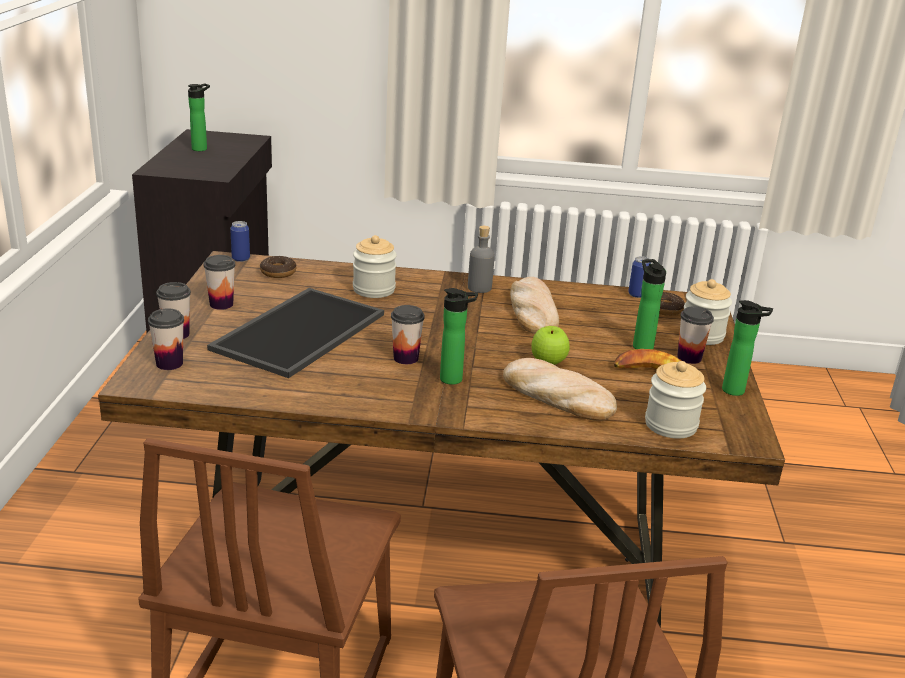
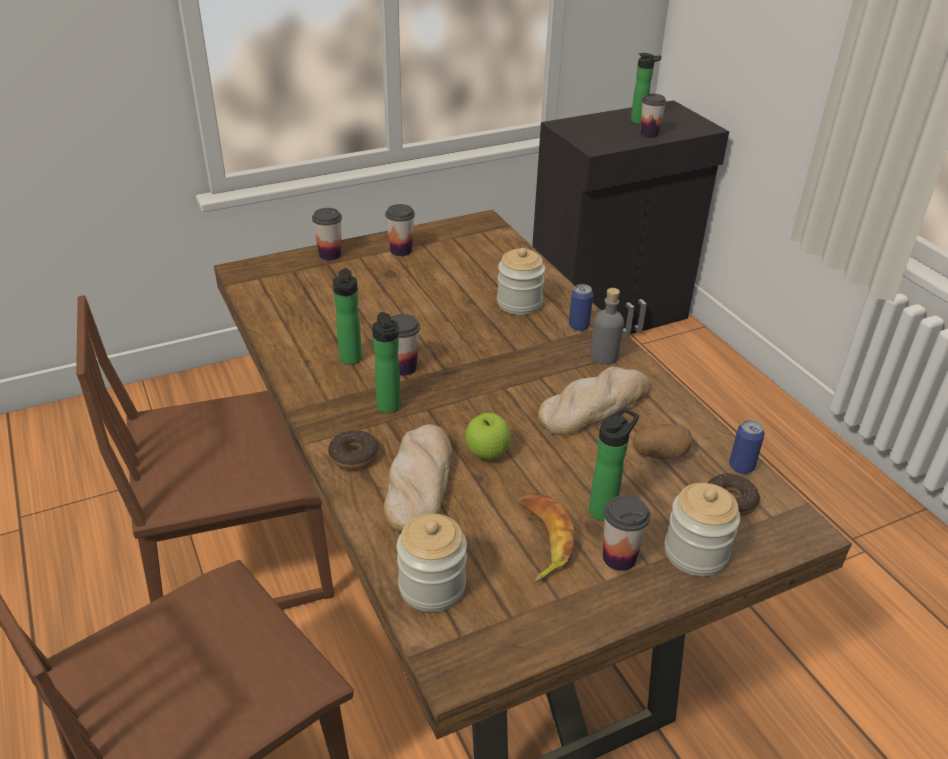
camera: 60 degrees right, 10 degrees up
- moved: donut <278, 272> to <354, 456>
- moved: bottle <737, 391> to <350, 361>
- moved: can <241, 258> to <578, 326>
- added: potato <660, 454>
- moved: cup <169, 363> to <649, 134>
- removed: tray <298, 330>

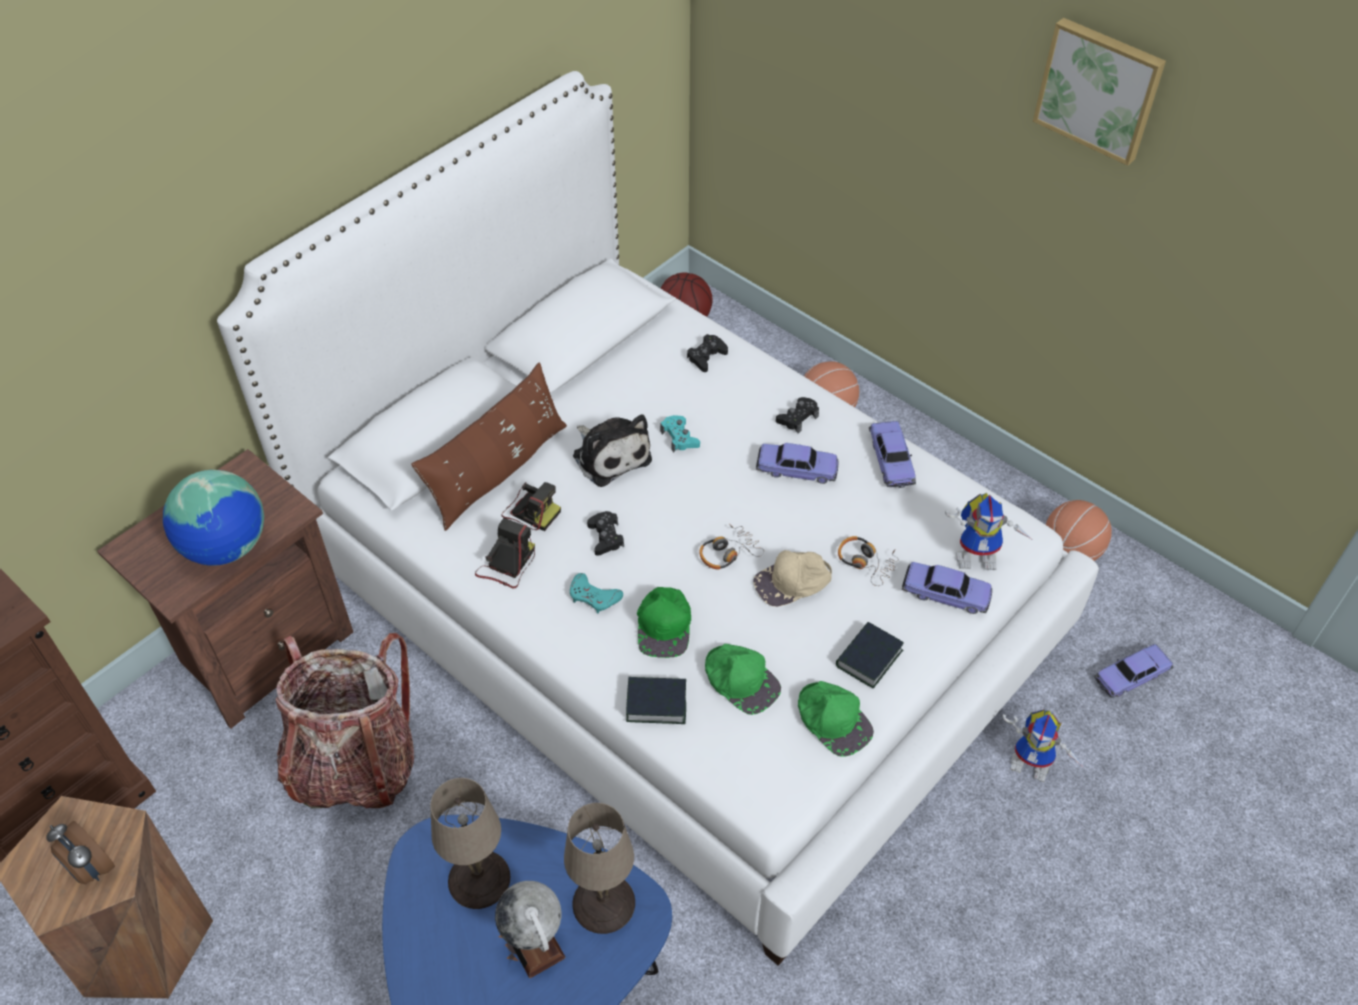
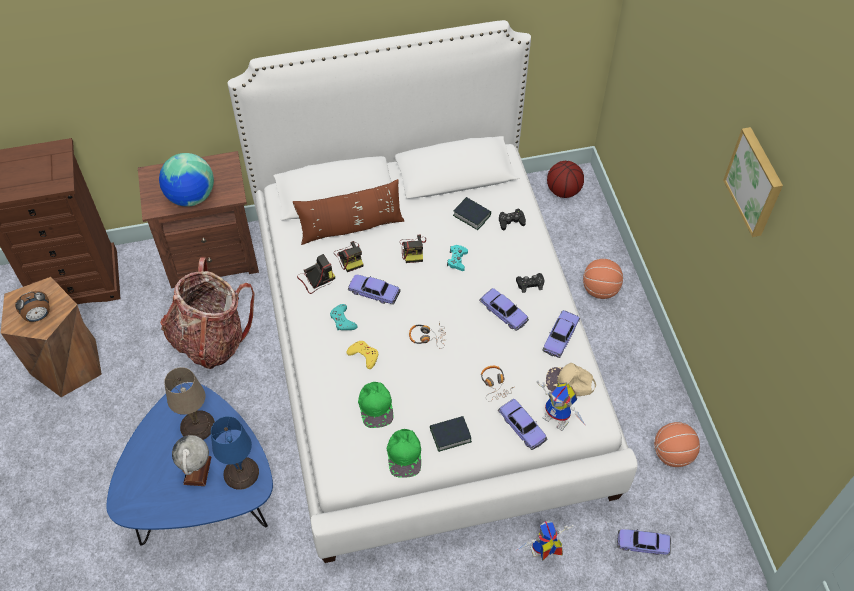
camera: 35 degrees right, 5 degrees up
- turned: alarm clock <90, 868> = <39, 316> 105 degrees counterclockwise
- recoloured: beige table lamp <603, 904> to blue table lamp <240, 473>
- replaced: green cap <665, 625> to yellow game controller <364, 355>
- replaced: black game controller <605, 537> to toy car <374, 293>
- replaced: plush toy <610, 455> to photo camera <413, 249>
- moved: book <656, 703> to <472, 215>
- turned: toy robot <1033, 764> = <542, 554> 105 degrees clockwise
- moved: beige cap <793, 582> to <570, 383>

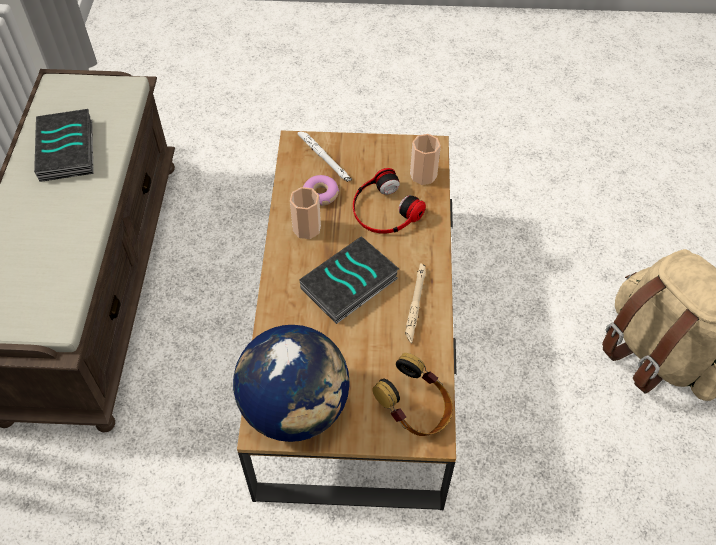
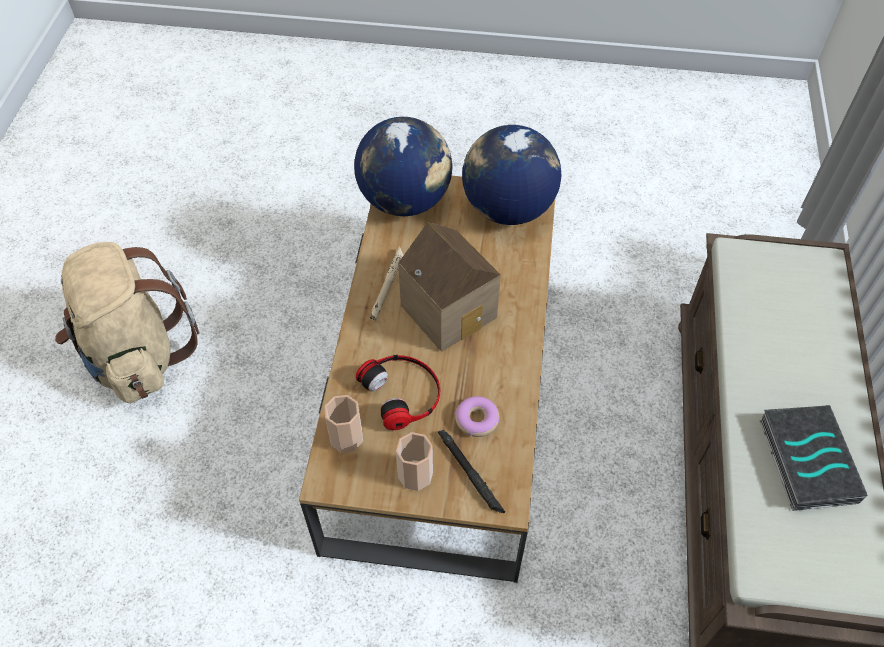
camera: 175 degrees left, 0 degrees up
- replaced: headphones <415, 411> to globe <405, 200>
- moved: cup <306, 228> to <415, 475>
- replaced: book <349, 285> to toy house <452, 308>
- recoloured: white flashlight <324, 158> to black flashlight <470, 473>

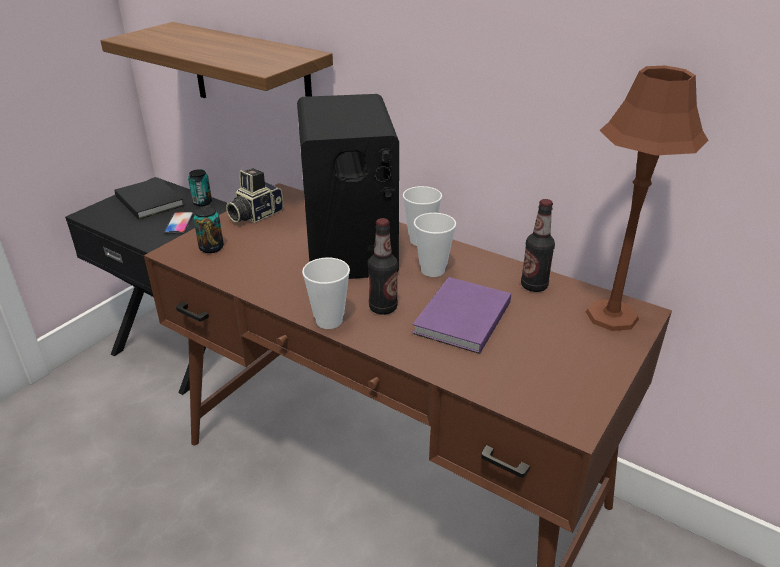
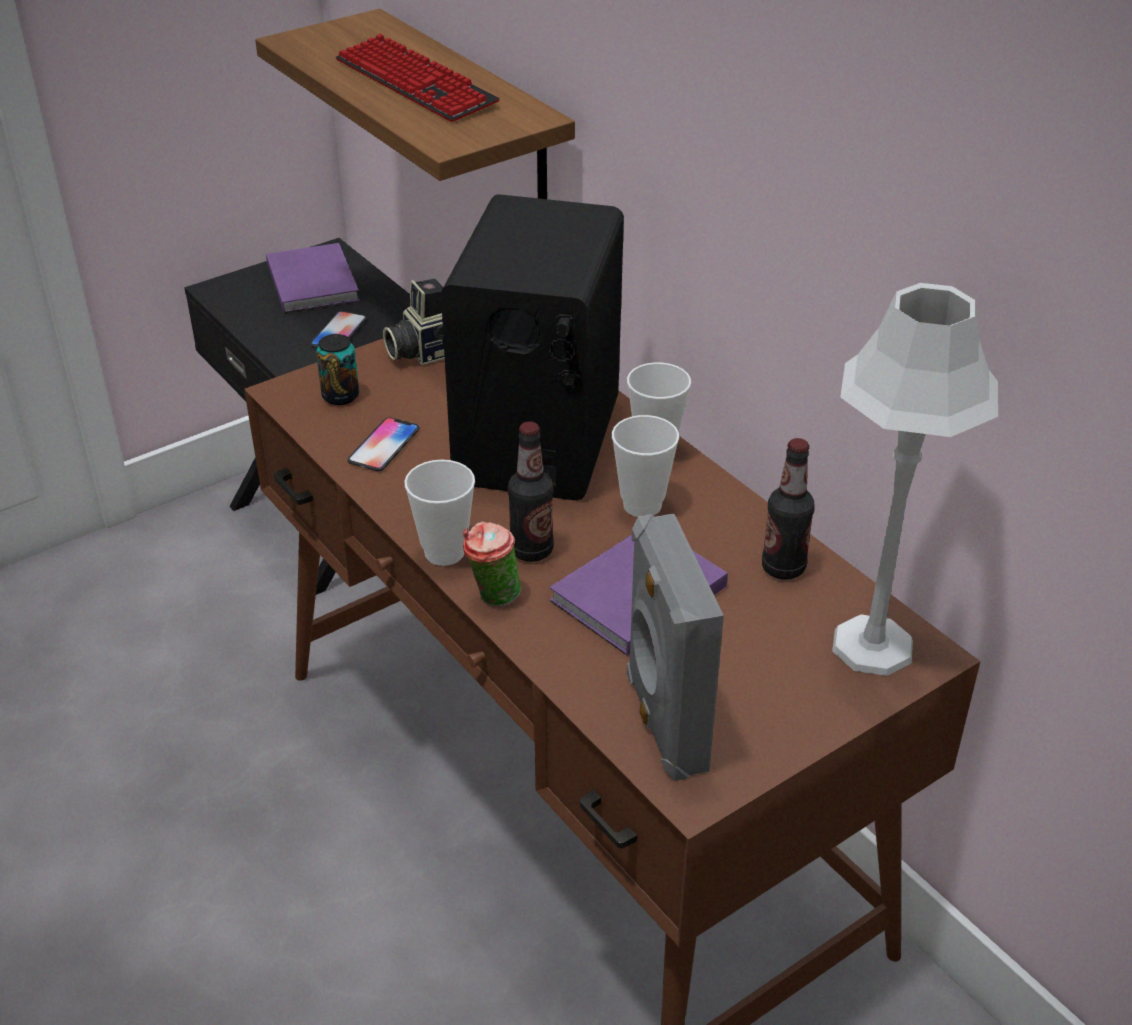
camera: 20 degrees right, 5 degrees up
- recoloured: black book <150, 200> to purple book <313, 281>
- added: keyboard <415, 83>
- added: phone <384, 446>
- added: cup <492, 598>
- added: grey speaker <663, 722>
- recoloured: brown table lamp <611, 315> to grey table lamp <872, 645>
- removed: can <202, 202>

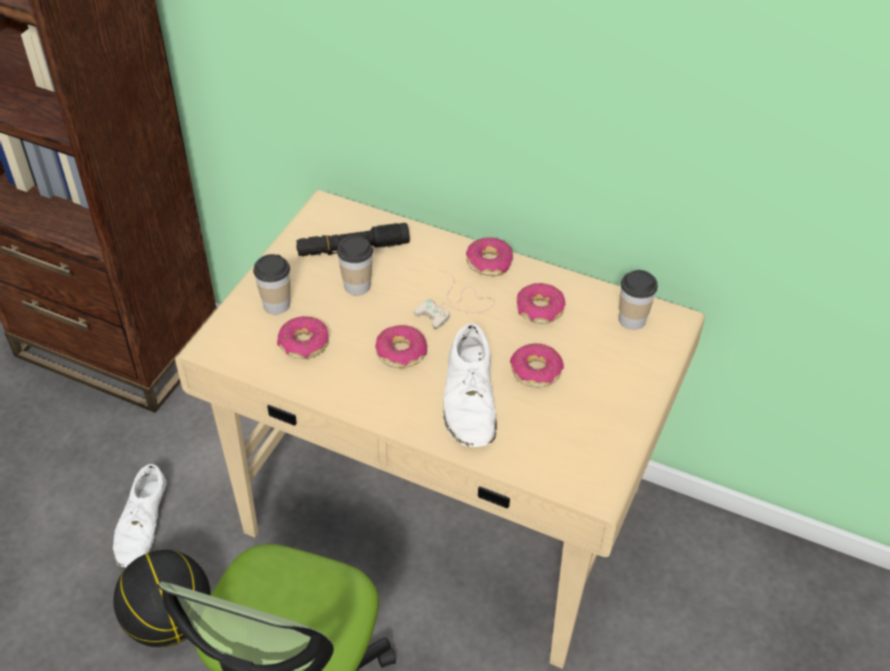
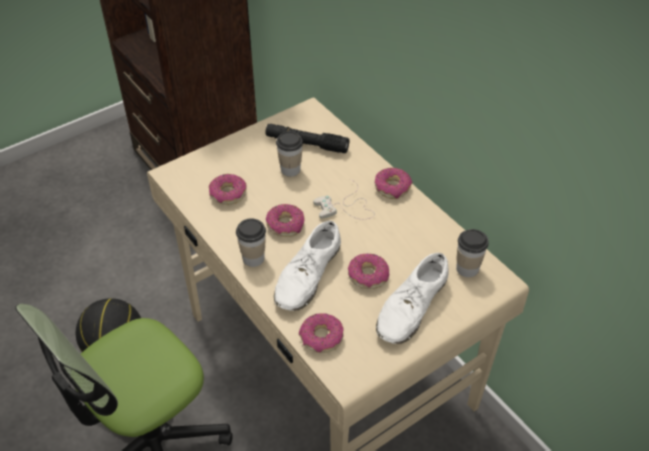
camera: 30 degrees right, 0 degrees up
- moved: cup <276, 304> to <253, 258>
- moved: donut <539, 310> to <321, 337>
- moved: white shoe <142, 524> to <411, 307>

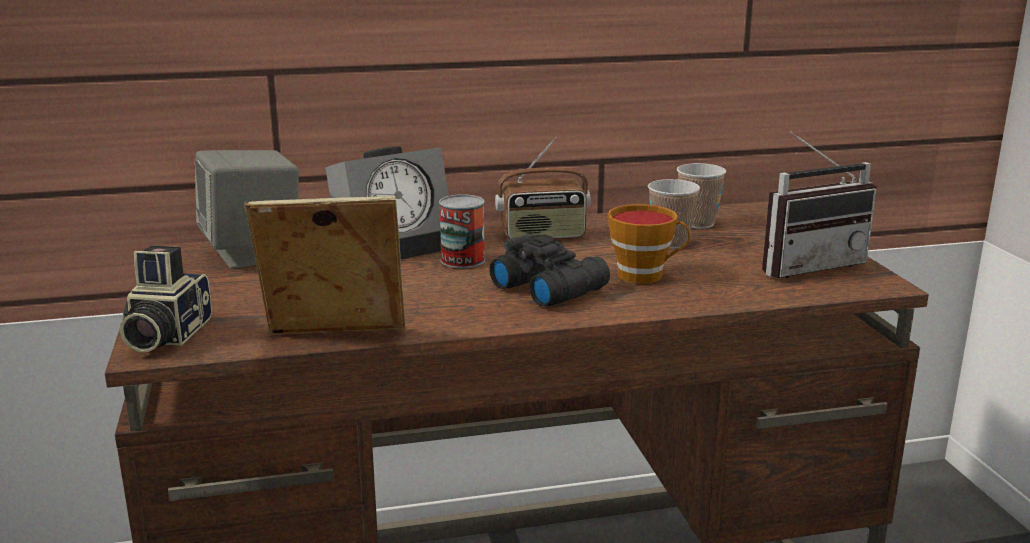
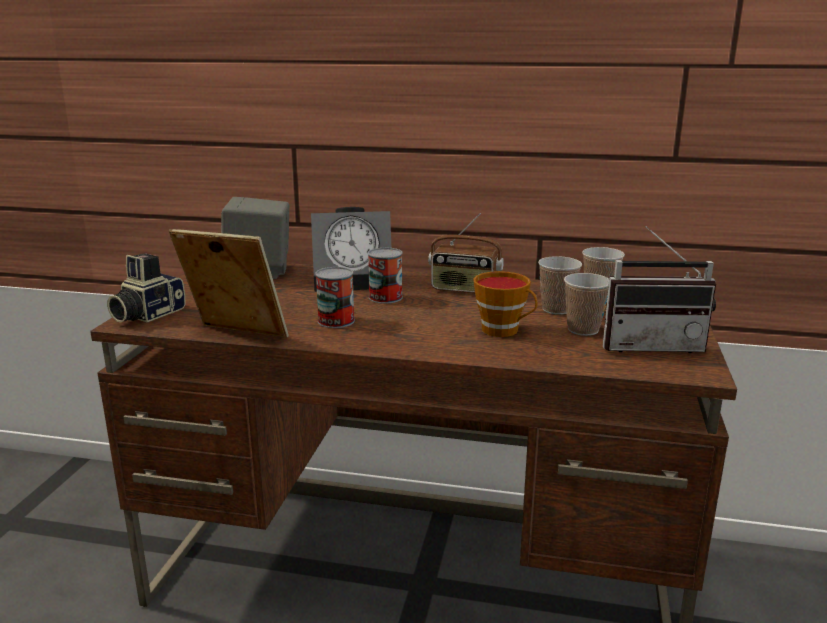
camera: 25 degrees right, 0 degrees up
- added: can <336, 321>
- added: cup <583, 330>
- removed: black binoculars <549, 287>

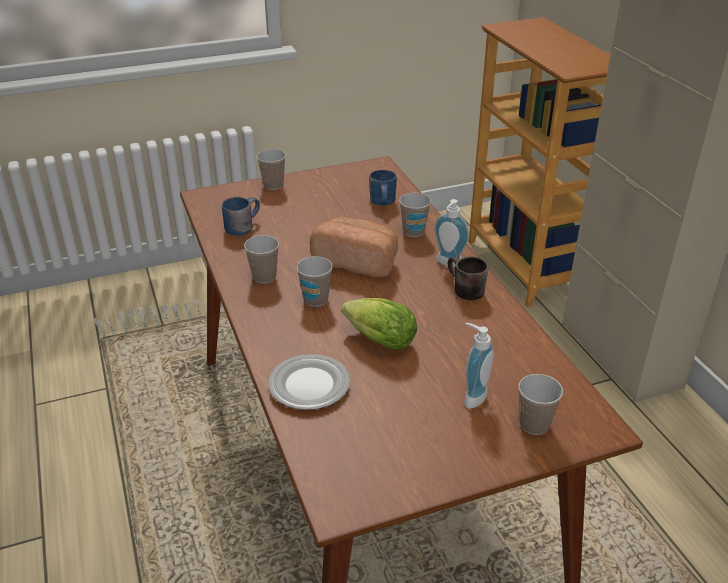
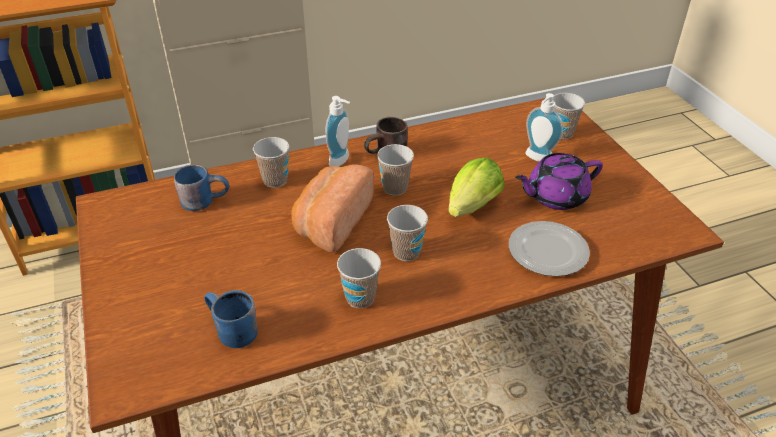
camera: 90 degrees left, 5 degrees up
- moved: cup <273, 185> to <395, 188>
- added: purple teapot <555, 196>

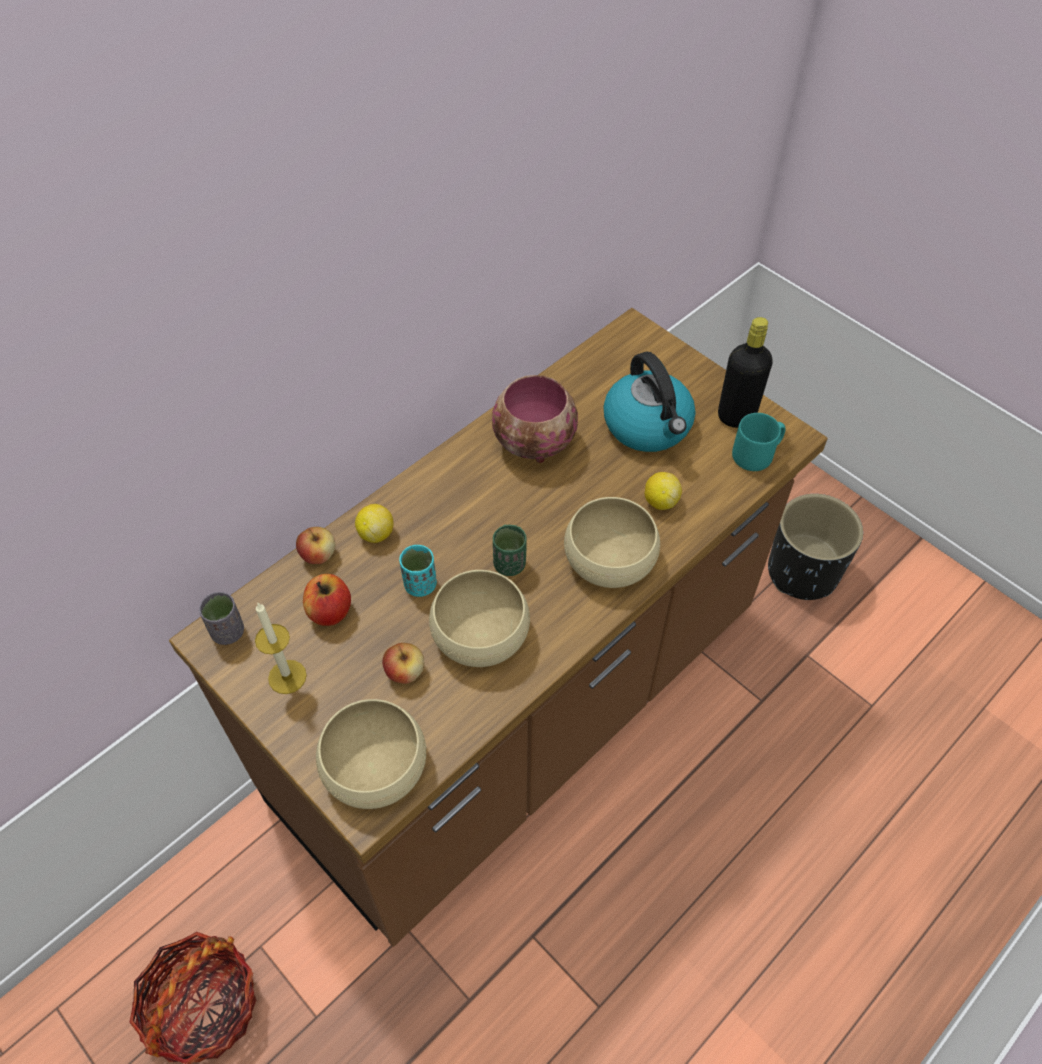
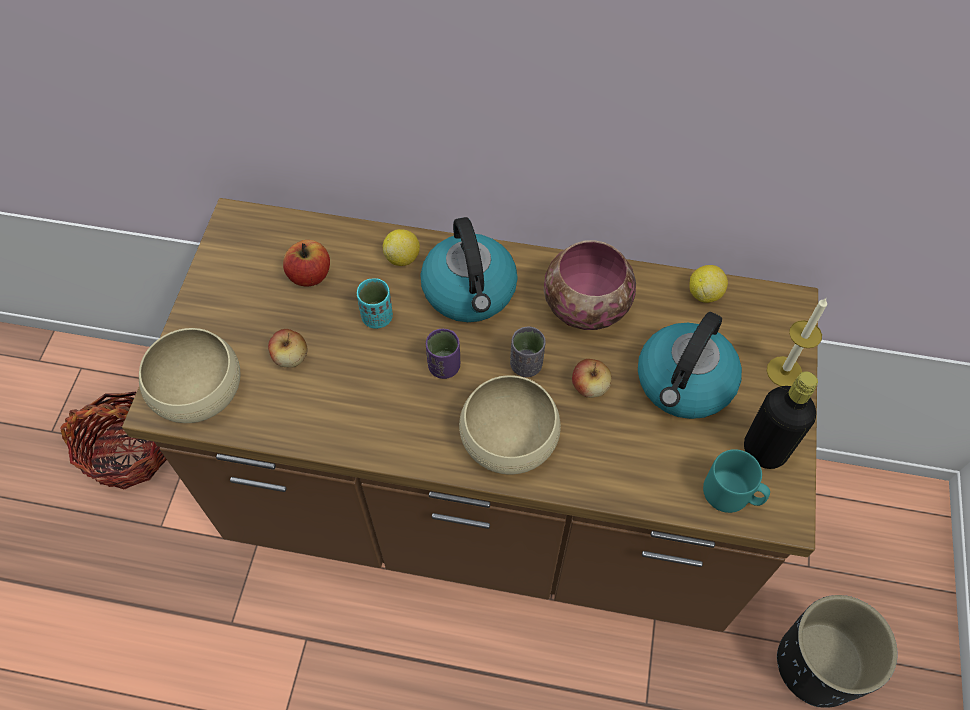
camera: 55 degrees right, 5 degrees up
- added: kettle <470, 291>
- recoloured: green cup <509, 564> to purple cup <444, 366>
- moved: grey cup <228, 632> to <526, 365>
- moved: apple <318, 555> to <589, 387>
- moved: lemon <660, 501> to <704, 293>
- moved: candle <287, 677> to <784, 372>
- removed: beige bowl <480, 633>

